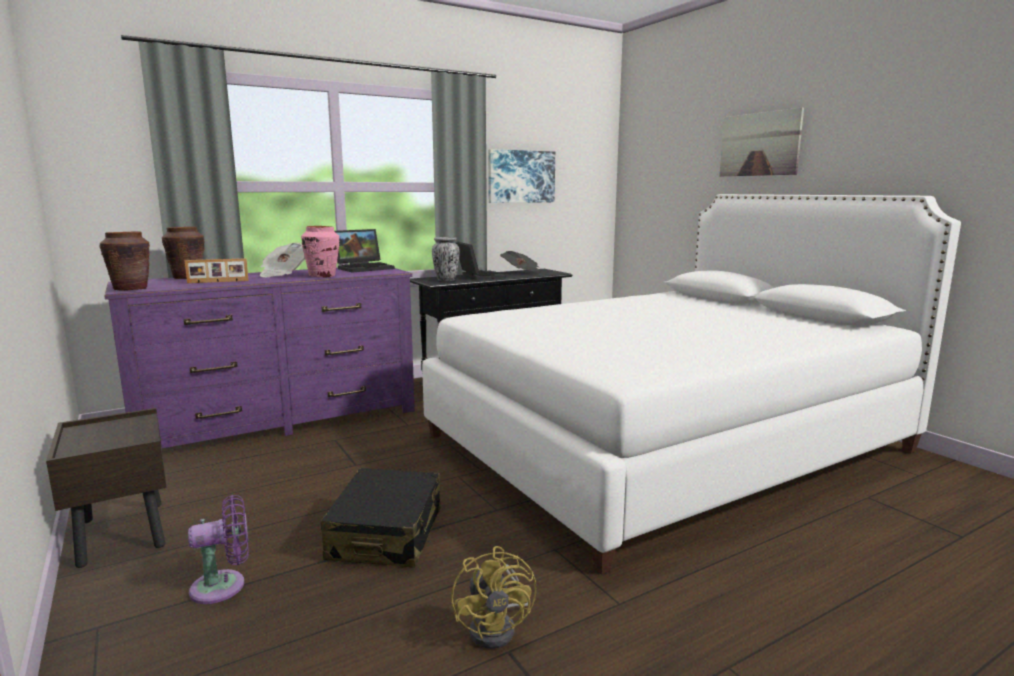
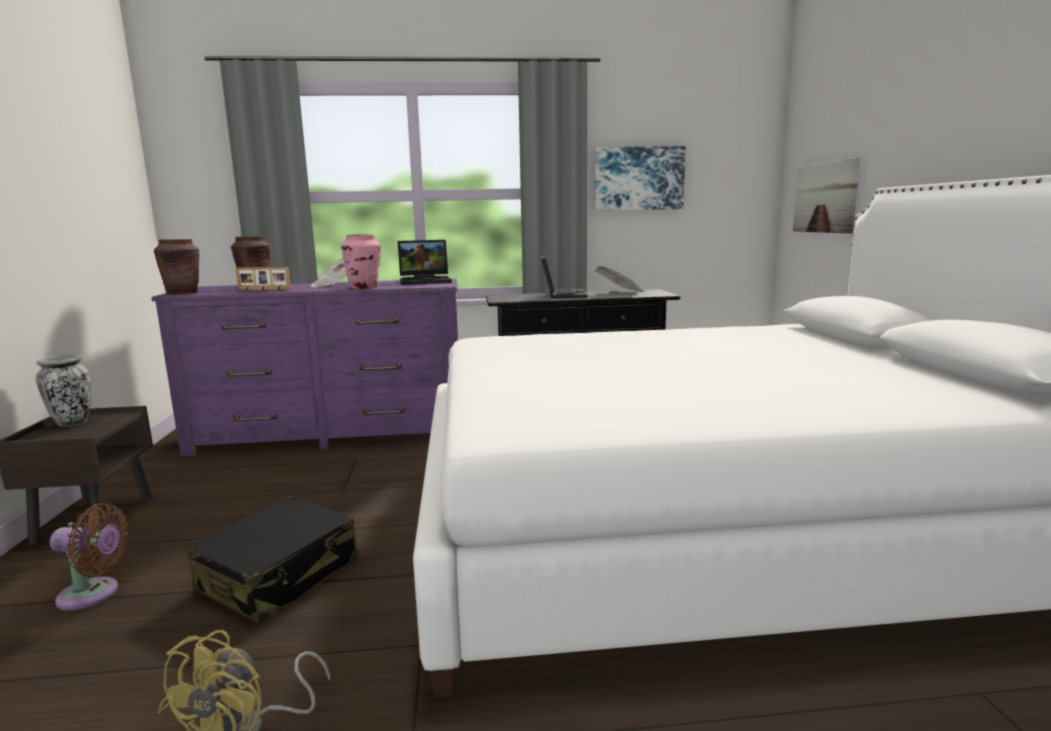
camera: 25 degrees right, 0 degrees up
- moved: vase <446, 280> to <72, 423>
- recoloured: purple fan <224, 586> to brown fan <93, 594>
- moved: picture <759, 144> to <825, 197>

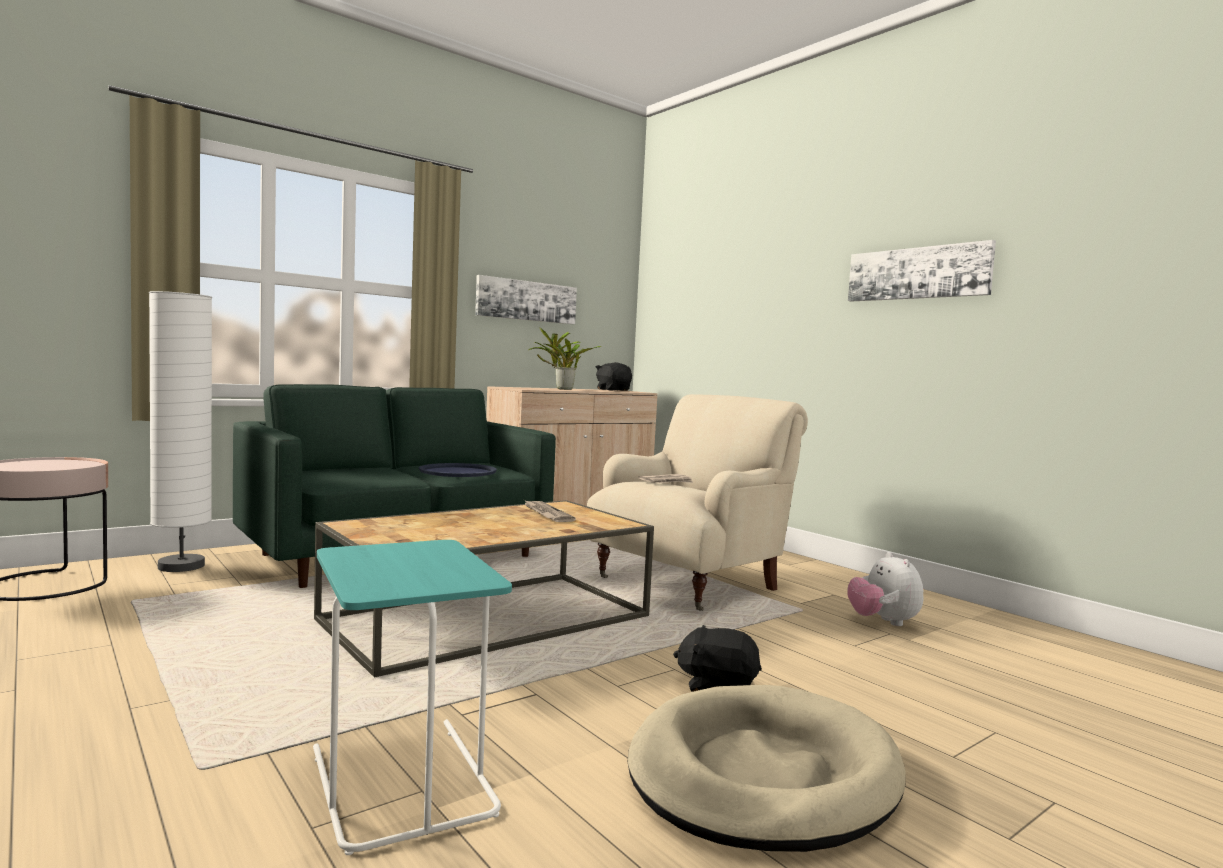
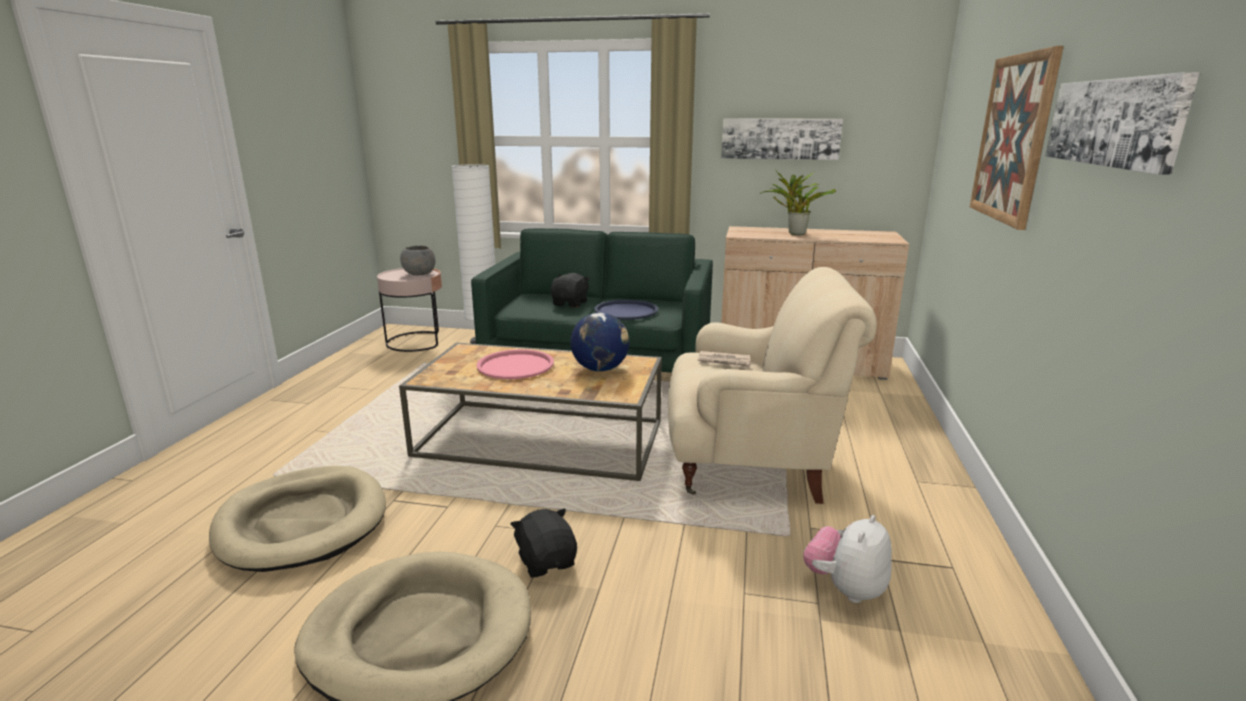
camera: 50 degrees right, 15 degrees up
- replaced: turquoise side table <400, 780> to beige dog bed <303, 522>
- added: grey bowl <419, 274>
- added: pink tray <515, 365>
- moved: black plush toy <613, 390> to <570, 303>
- replaced: newspaper <546, 514> to globe <600, 369>
- added: picture <1012, 138>

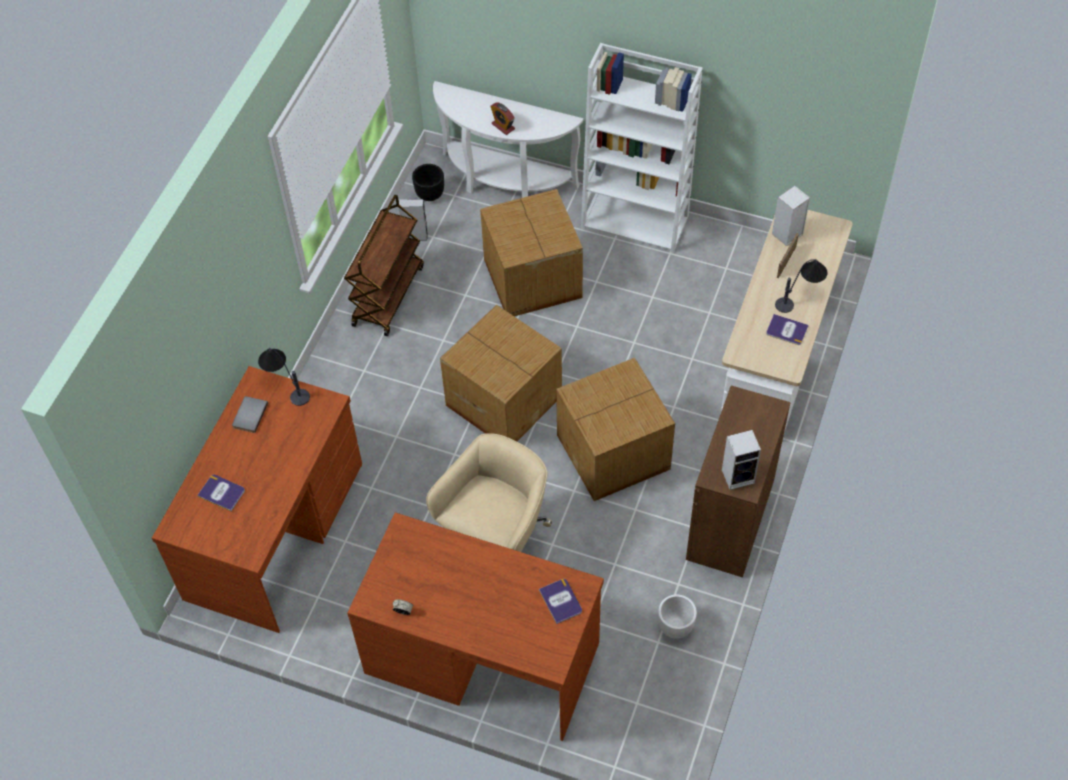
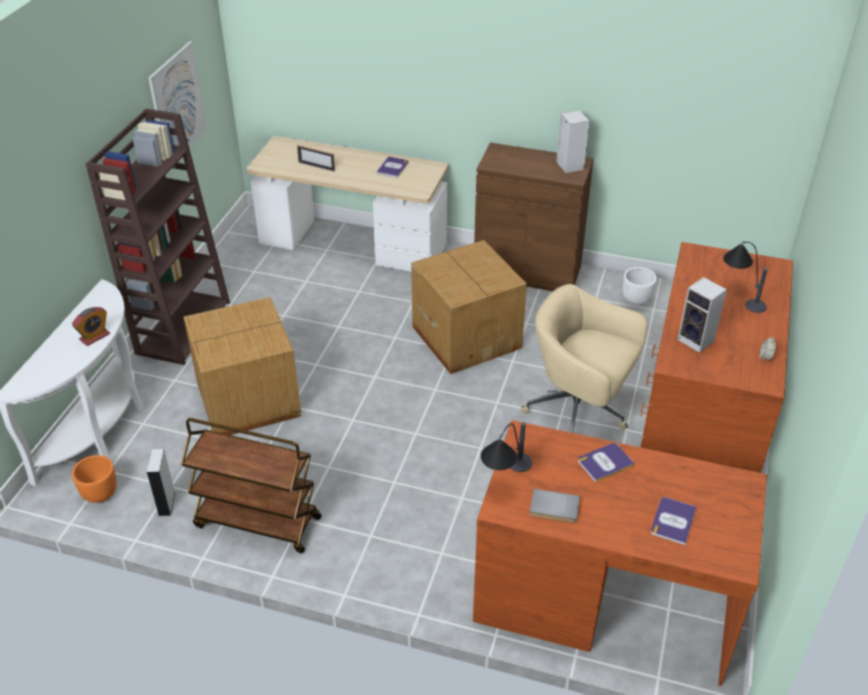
camera: 95 degrees left, 15 degrees down
- recoloured: black planter <429, 195> to orange planter <100, 494>
- recoloured: white bookcase <636, 221> to brown bookcase <183, 326>
- added: picture <177, 104>
- moved: book <560, 601> to <605, 462>
- moved: speaker <787, 235> to <697, 341>
- moved: table lamp <800, 297> to <739, 295>
- removed: cardboard box <503, 399>

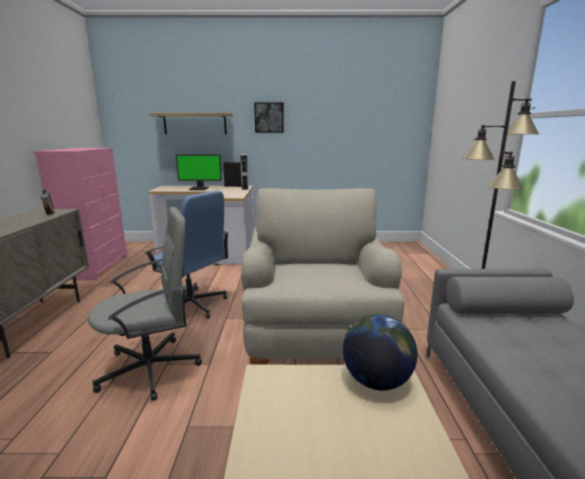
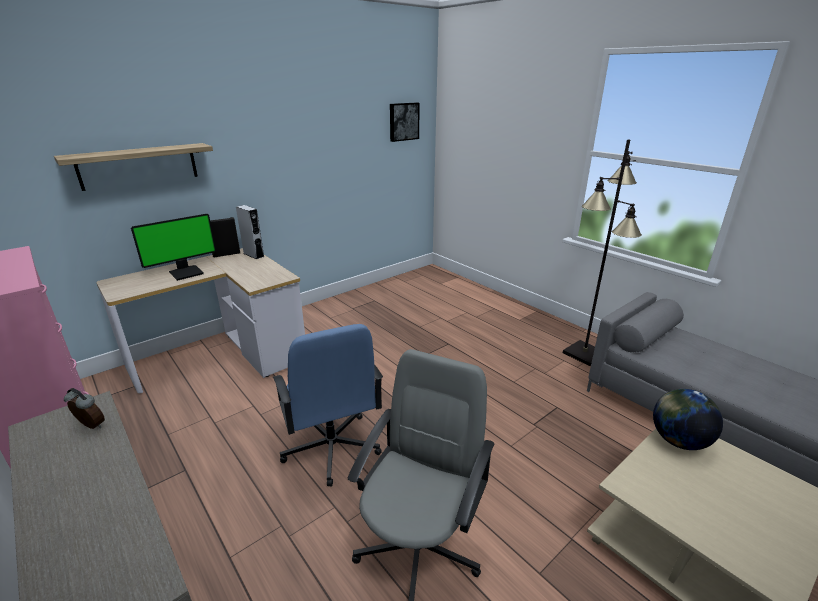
camera: 40 degrees left, 10 degrees up
- turned: blue office chair <191, 305> = <331, 448> 75 degrees clockwise
- moved: picture <269, 117> to <403, 121>
- removed: beige armchair <316, 336>

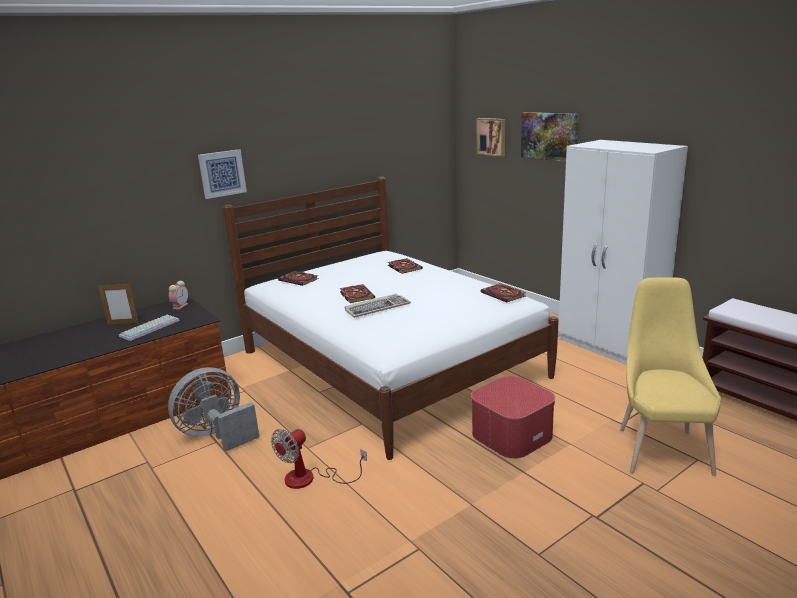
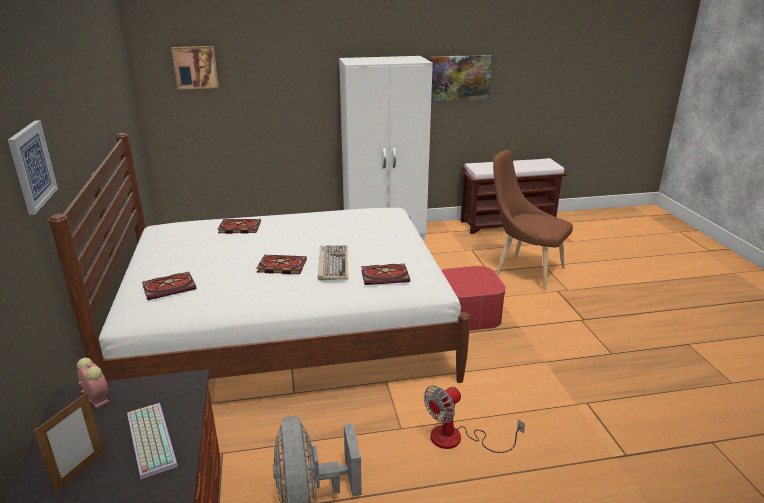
camera: 65 degrees left, 5 degrees up
- moved: book <504, 295> to <386, 276>
- turned: fan <310, 479> = <457, 439> 75 degrees clockwise
- moved: picture <549, 136> to <459, 77>
- recoloured: yellow chair <661, 447> to brown chair <525, 270>

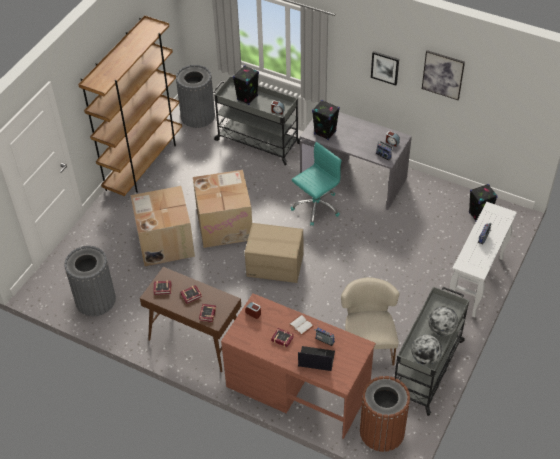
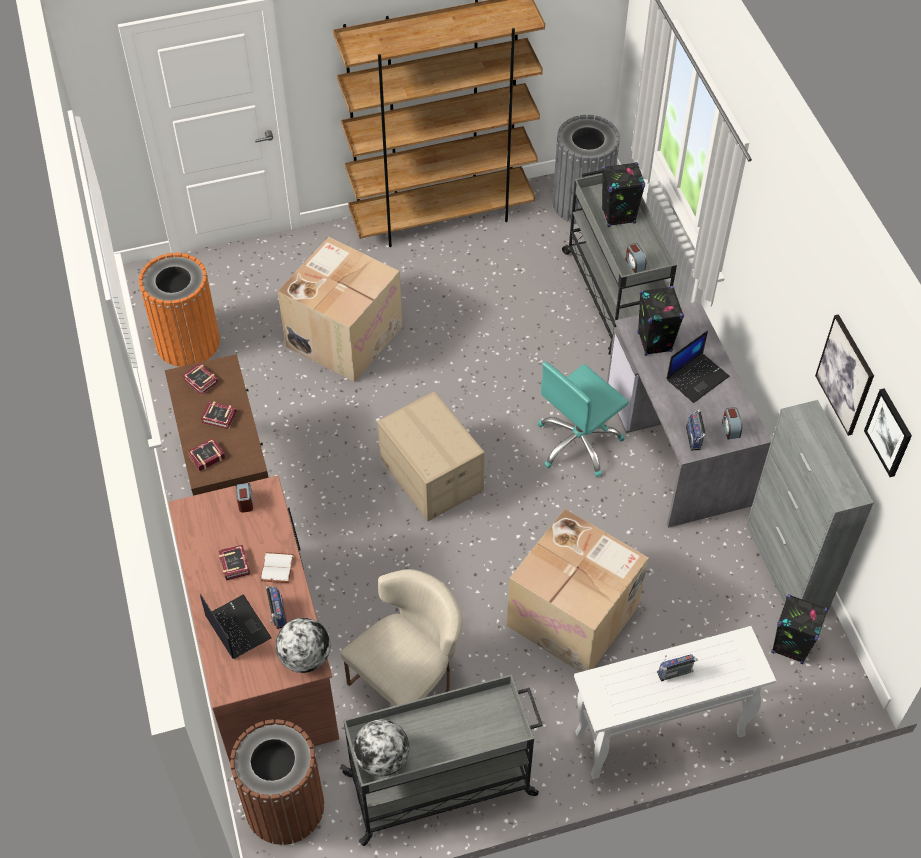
camera: 45 degrees right, 5 degrees up
- recoloured: grey trash can <95, 300> to orange trash can <187, 342>
- moved: globe <441, 329> to <305, 657>
- moved: cardboard box <225, 224> to <575, 615>
- turned: turquoise office chair <316, 206> = <578, 443> 135 degrees clockwise
- added: laptop <697, 377>
- added: grey cabinet <786, 568>
- moved: picture <385, 67> to <889, 432>

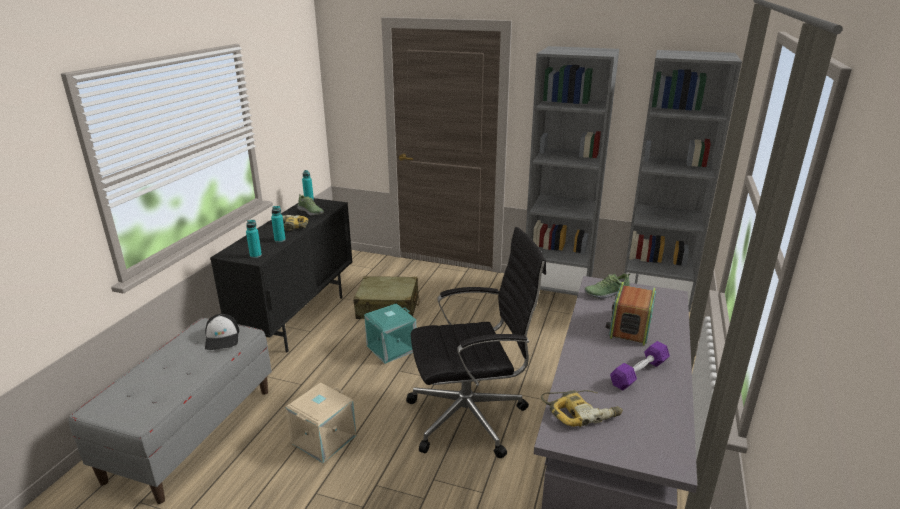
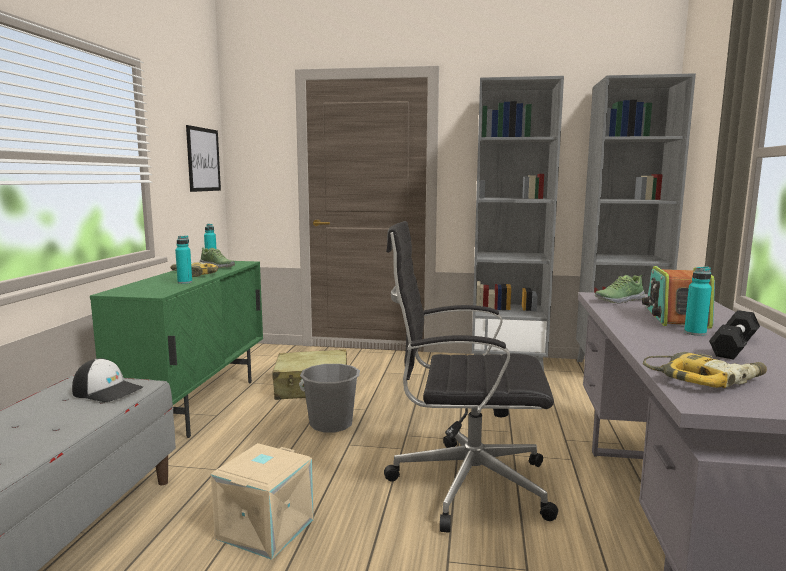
camera: 10 degrees left, 15 degrees down
- turned: cap <222, 338> = <108, 391> 45 degrees counterclockwise
- recoloured: black cabinet <298, 319> to green cabinet <197, 405>
- added: picture <203, 159>
- replaced: turquoise storage box <391, 349> to grey bucket <331, 424>
- turned: black office chair <470, 417> = <465, 484> 150 degrees counterclockwise
- moved: turquoise bottle <255, 255> to <695, 333>
- recoloured: purple dumbbell <639, 373> to black dumbbell <734, 346>

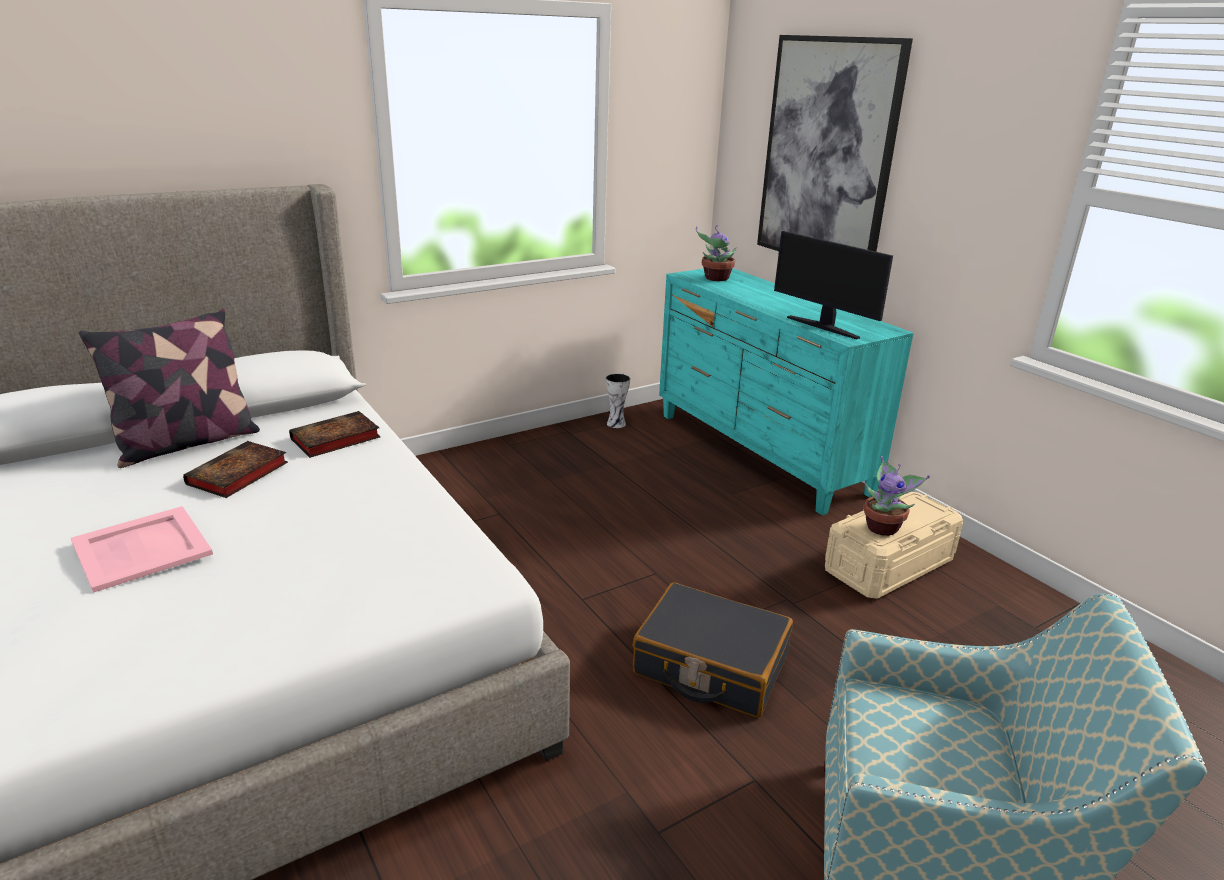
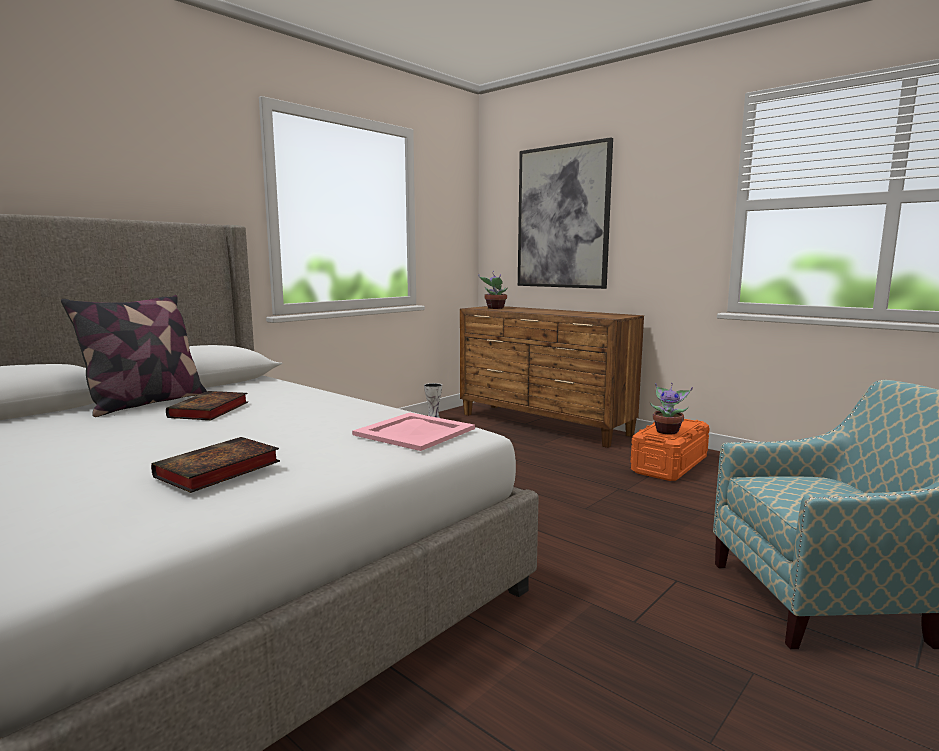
camera: 15 degrees left, 15 degrees down
- moved: book <334, 439> to <216, 471>
- moved: pink tray <143, 548> to <415, 432>
- recoloured: turquoise dresser <759, 453> to brown dresser <543, 425>
- recoloured: beige storage box <889, 565> to orange storage box <669, 465>
- removed: black suitcase <710, 665>
- removed: monitor <823, 327>

